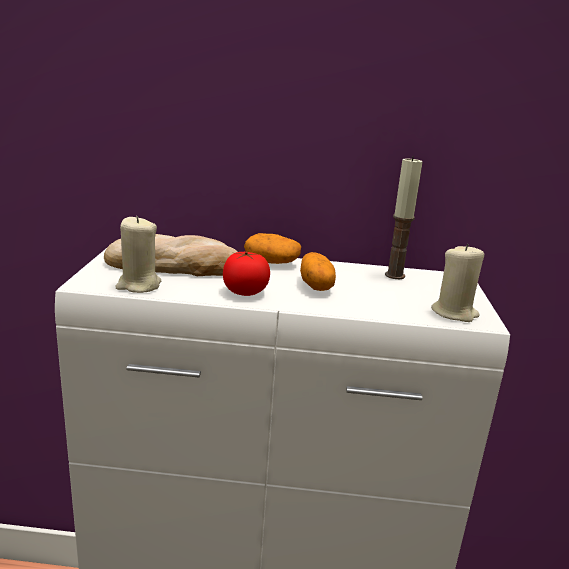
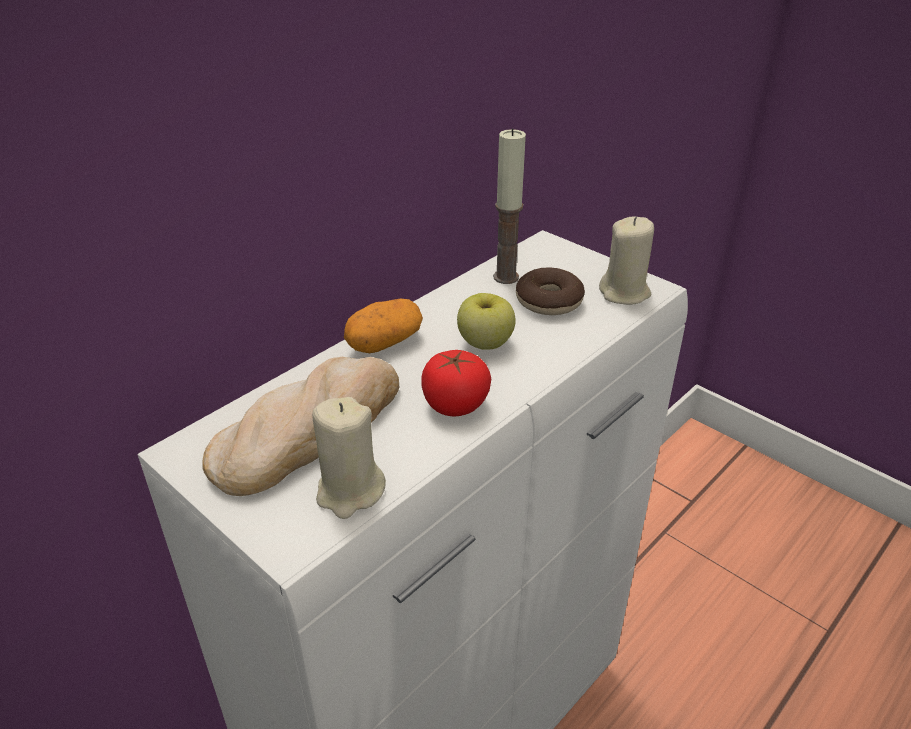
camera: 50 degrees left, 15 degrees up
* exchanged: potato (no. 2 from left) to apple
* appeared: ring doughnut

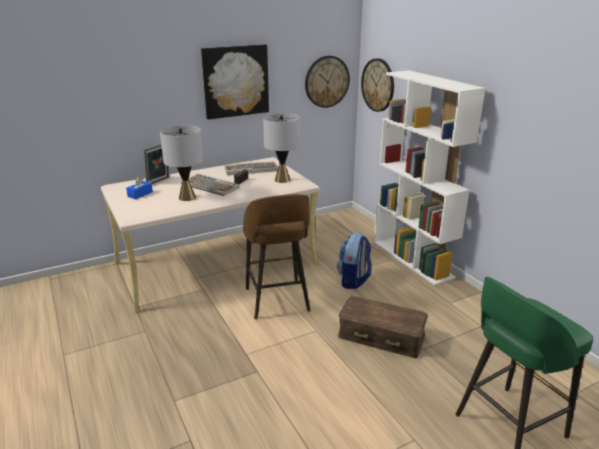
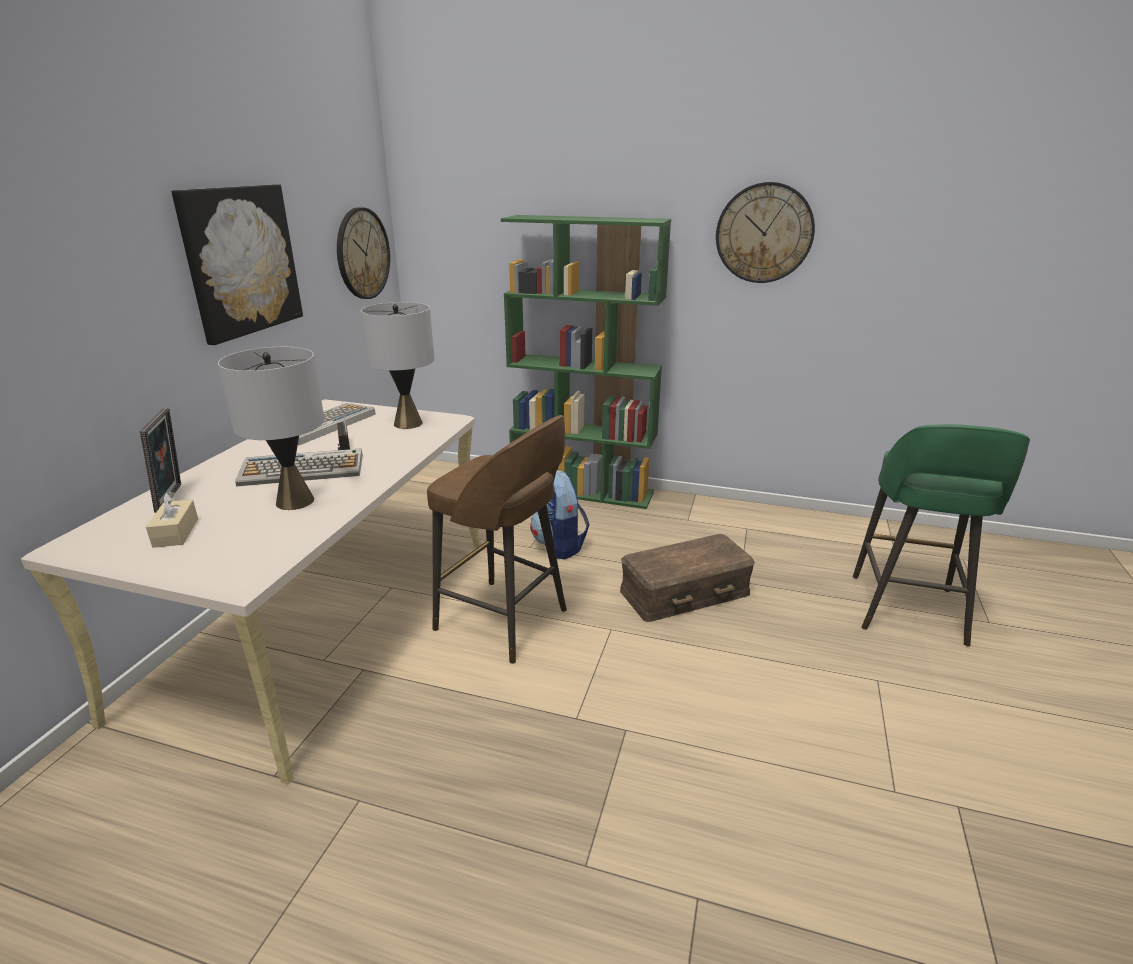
camera: 45 degrees left, 0 degrees up
* colour: blue box of tissues to beige box of tissues
* colour: white-coloured shelving unit to greenish shelving unit
* relocated: wall clock (no. 2 from left)

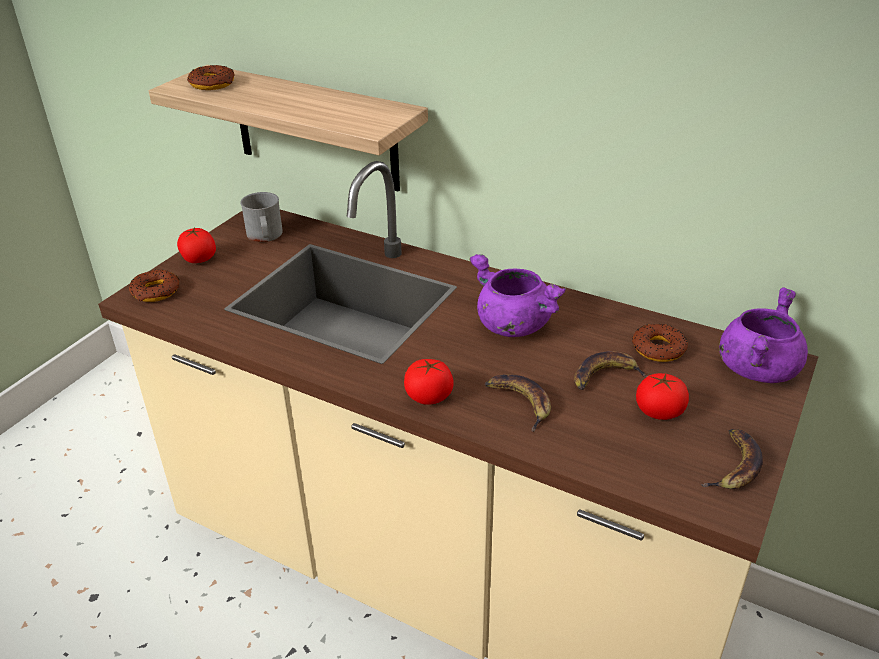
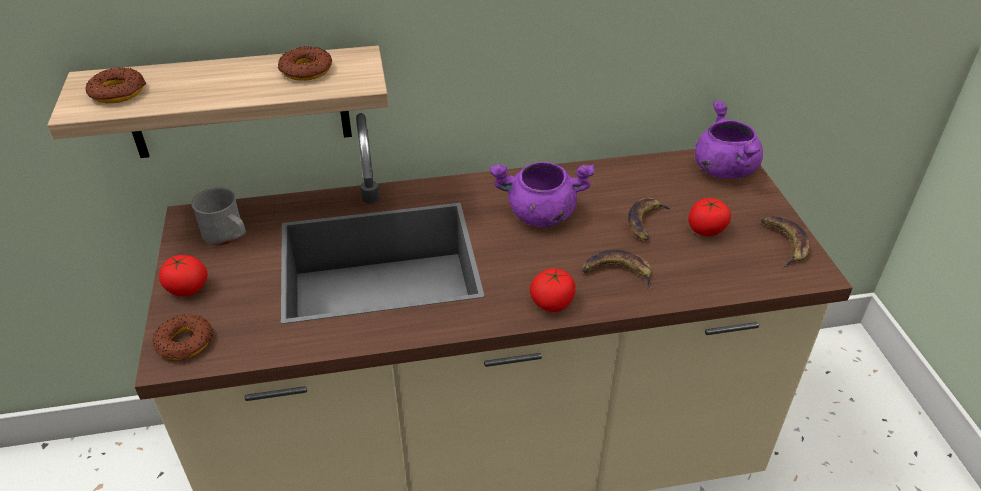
camera: 40 degrees left, 5 degrees up
* relocated: ring doughnut (no. 3 from left)

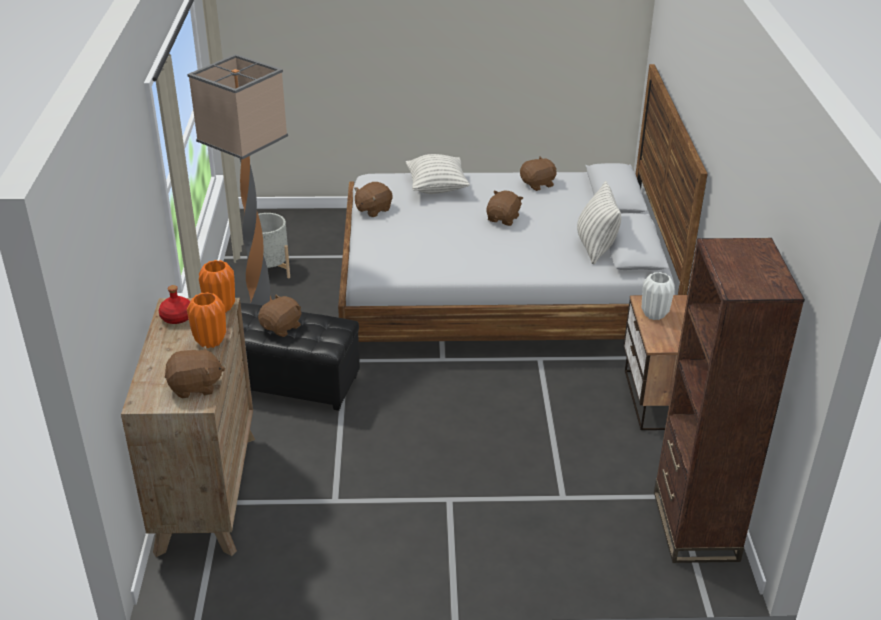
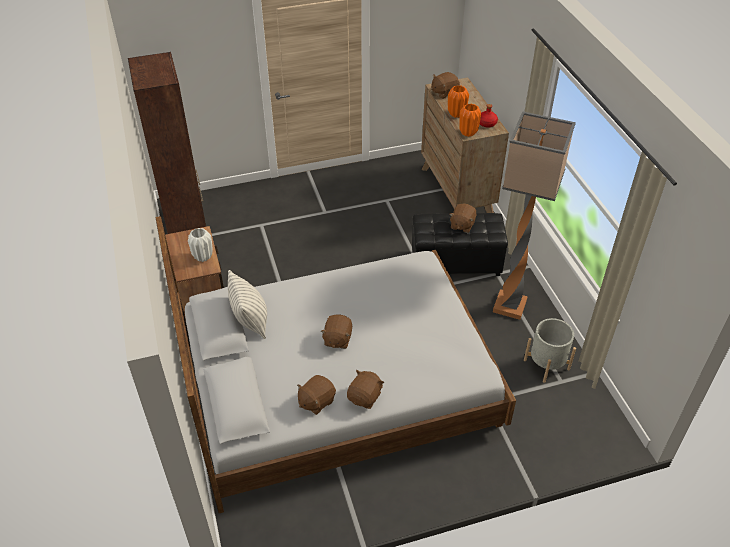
camera: 165 degrees right, 10 degrees up
* relocated: brownish soft toy (no. 3 from left)
* missing: throw pillow (no. 1 from left)

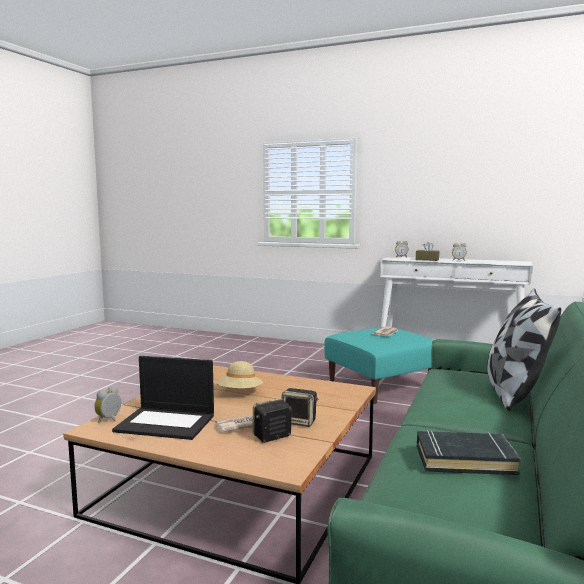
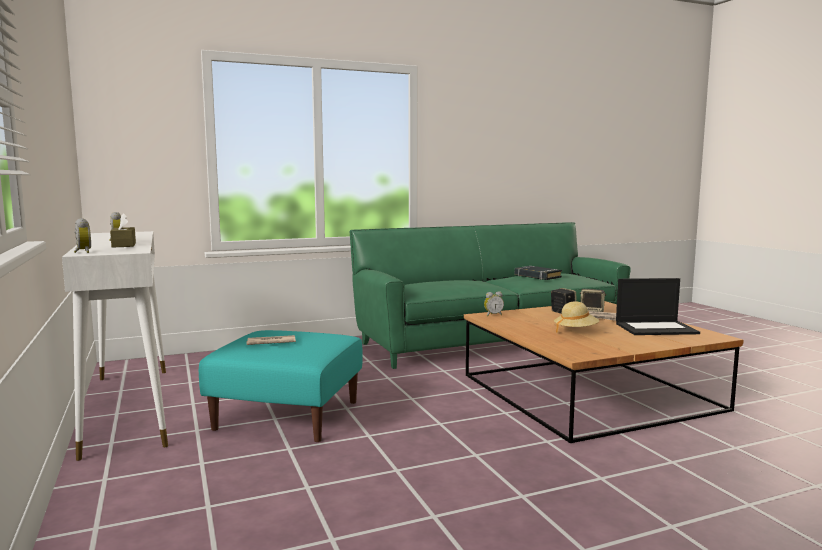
camera: 135 degrees left, 0 degrees up
* relocated: bedside clock (no. 1 from left in the first image) to bedside clock (no. 3 from left)
* spun: laptop 120 degrees clockwise
* missing: throw pillow

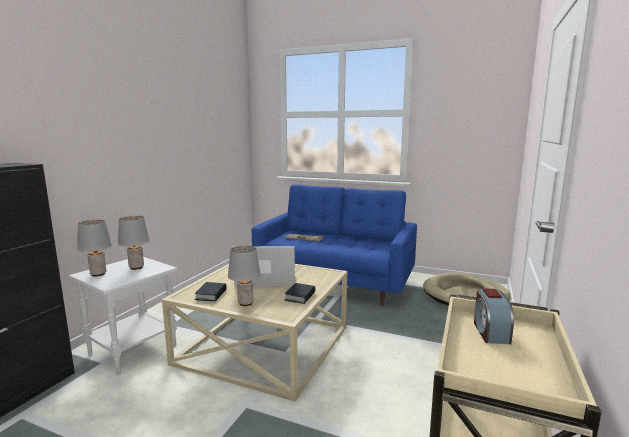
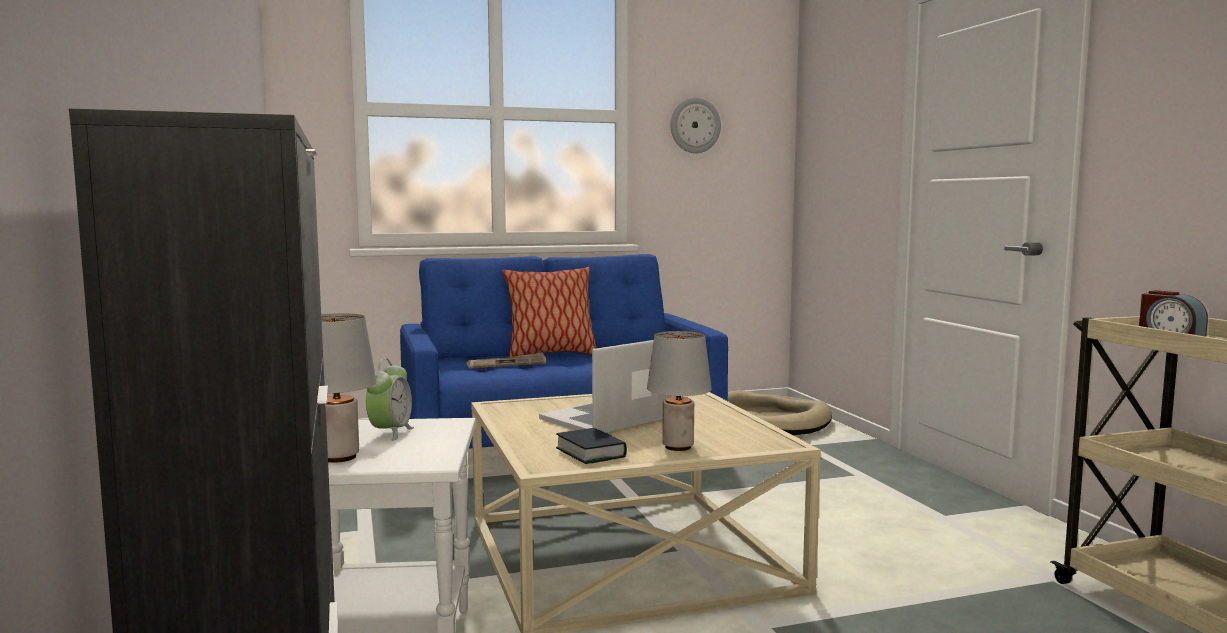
camera: 40 degrees left, 5 degrees down
* exchanged: gray table lamp (no. 2 from left) to bedside clock (no. 1 from left)
* appeared: throw pillow
* appeared: wall clock
* missing: book (no. 2 from left)

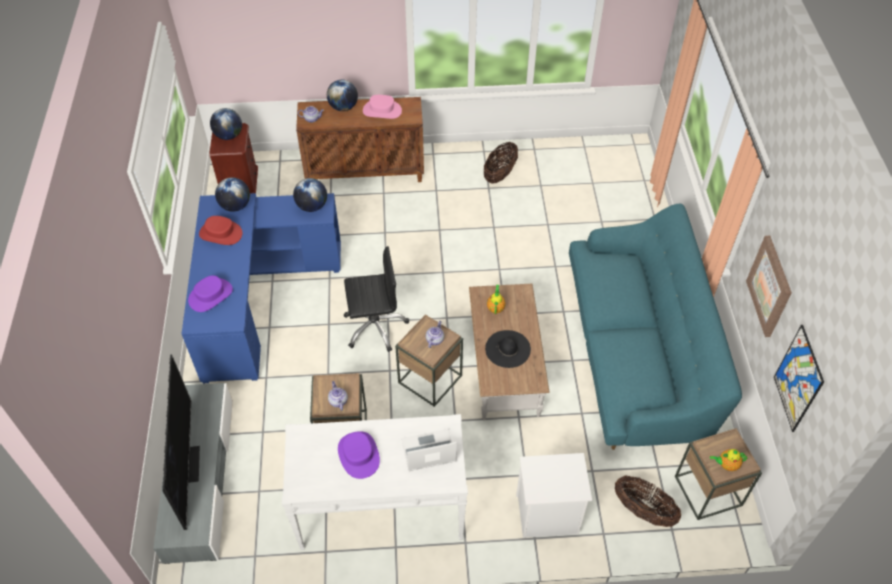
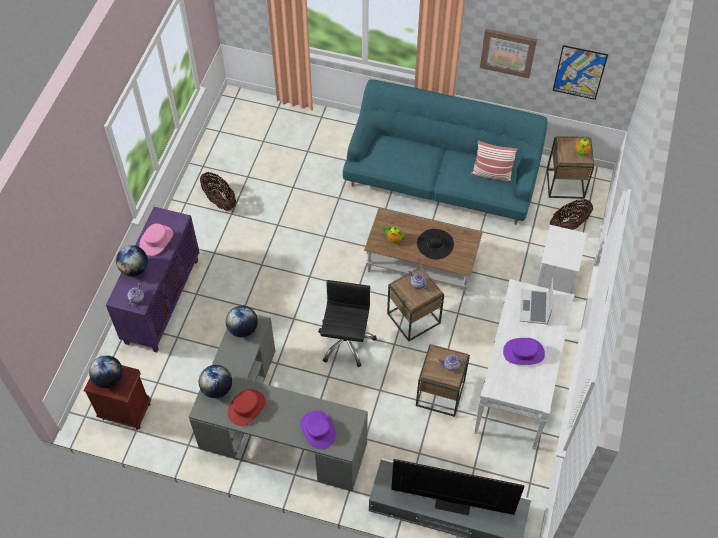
camera: 70 degrees left, 5 degrees up
* colour: brownish storage cabinet to purple storage cabinet
* colour: blue desk to gray desk
* appeared: throw pillow

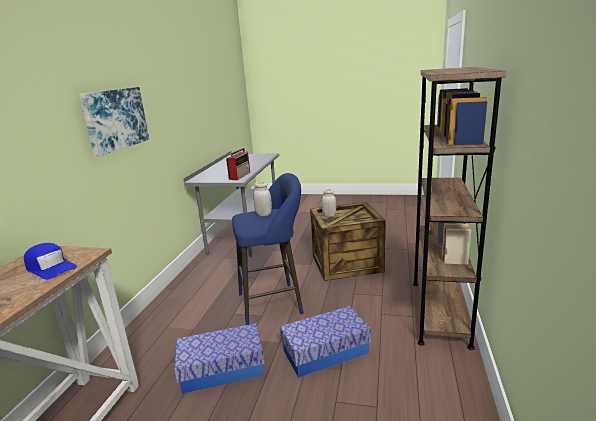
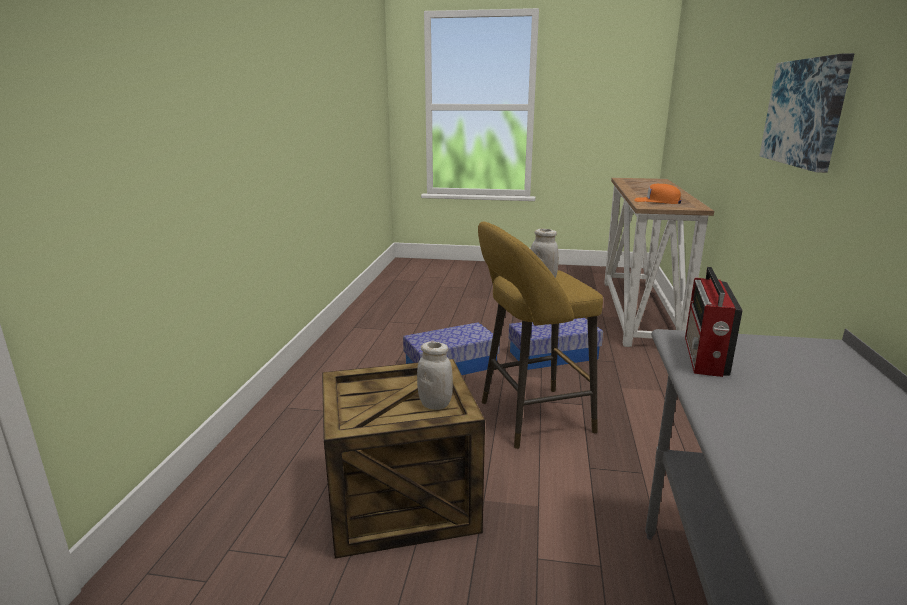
camera: 175 degrees right, 0 degrees up
* colour: blue sitting stool to yellowish sitting stool
* colour: blue cap to orange cap
* missing: brownish shelving unit

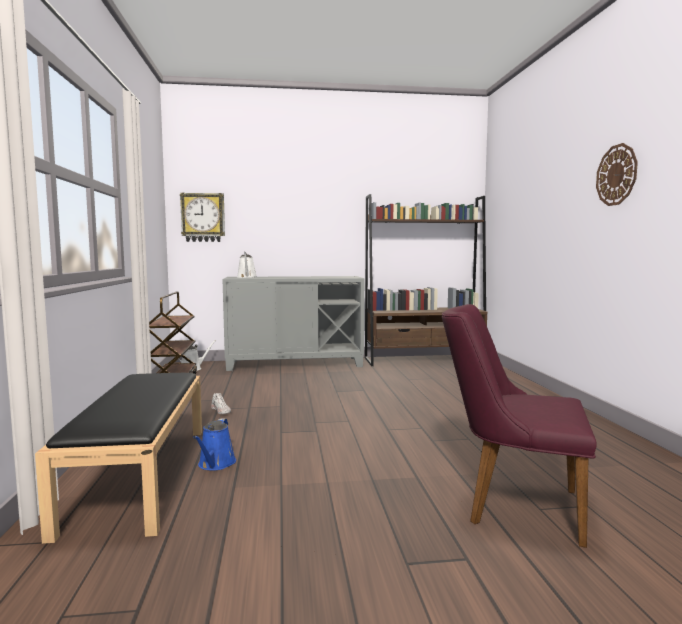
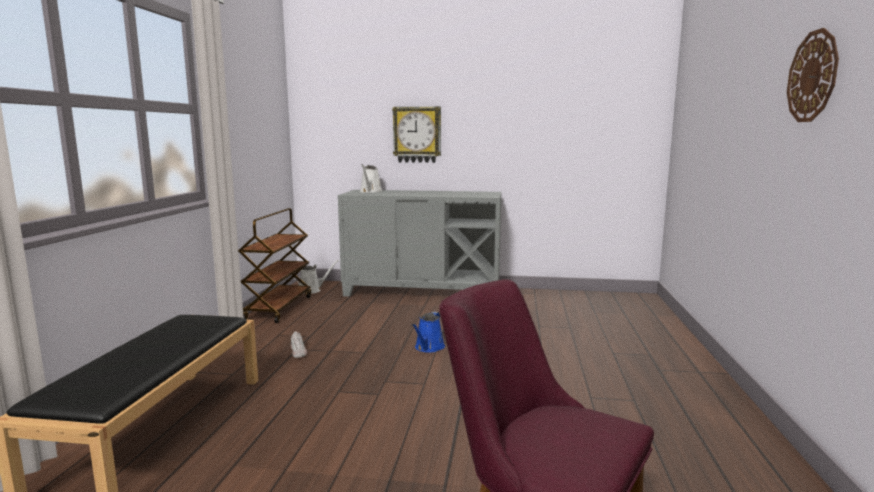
camera: 15 degrees right, 5 degrees up
* relocated: wall clock (no. 1 from left)
* relocated: blue watering pot
* missing: brownish shelving unit

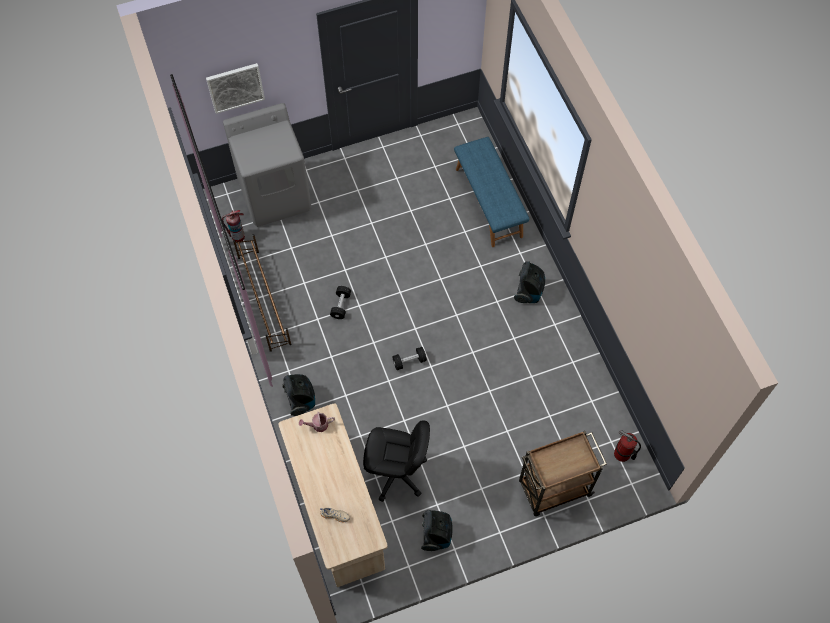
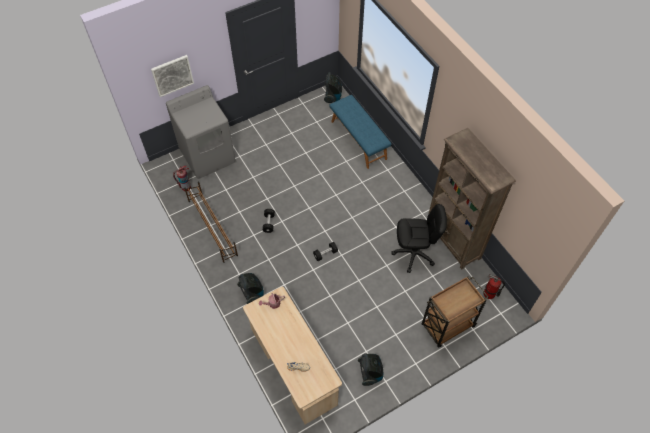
camera: 10 degrees left, 5 degrees down
* relocated: vacuum cleaner (no. 3 from left in the first image) to vacuum cleaner (no. 2 from left)
* relocated: black desk chair
* appeared: brownish shelving unit

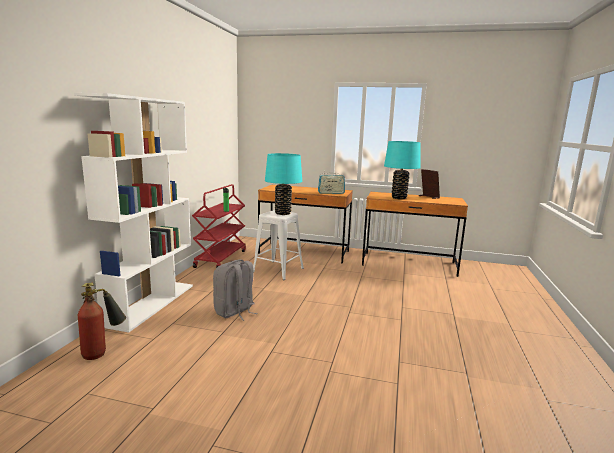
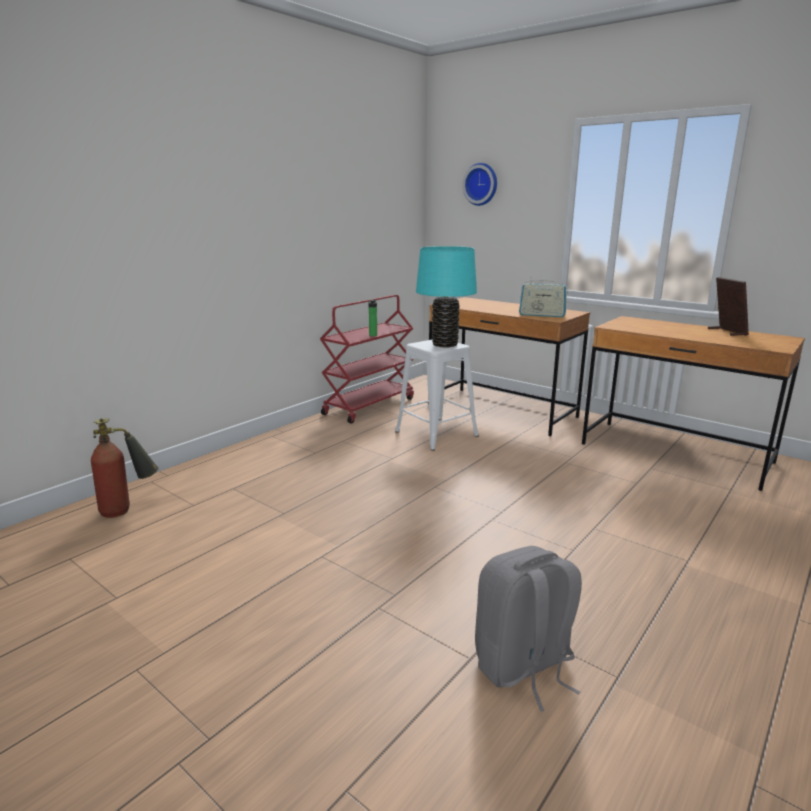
camera: 25 degrees right, 5 degrees up
* appeared: wall clock
* relocated: gray rucksack
* missing: white-coloured shelving unit
* missing: blue-green table lamp (no. 2 from left)

